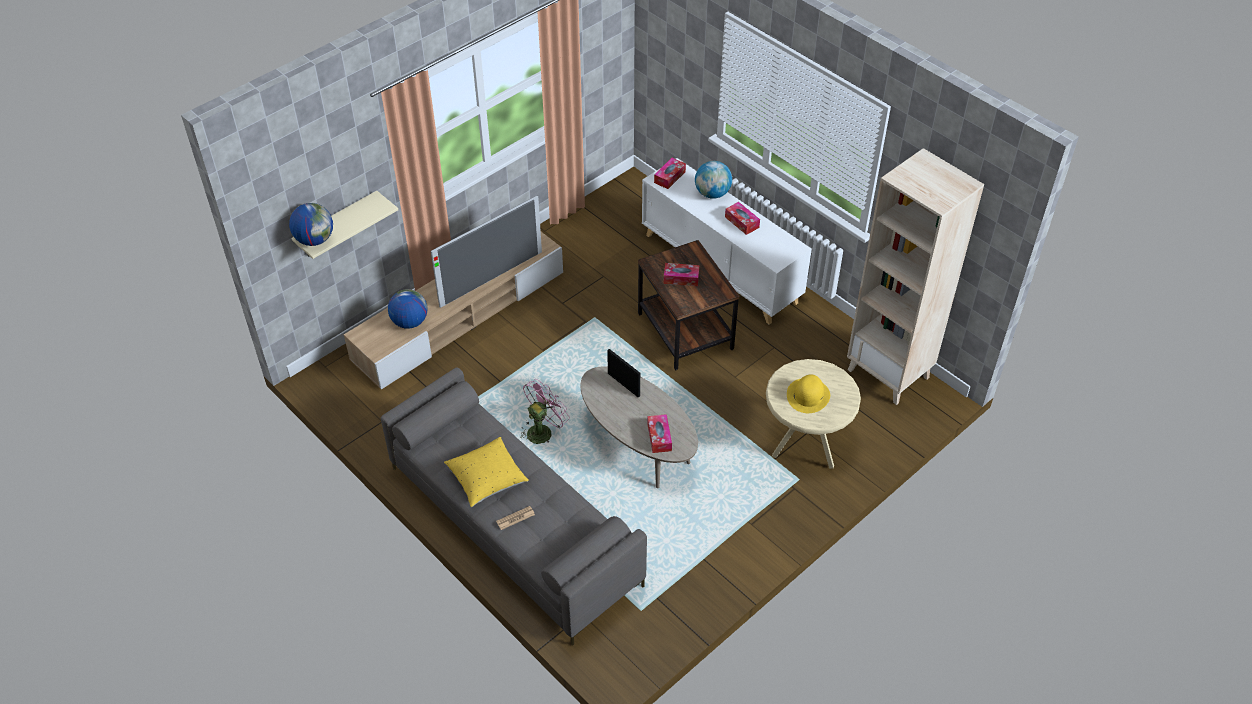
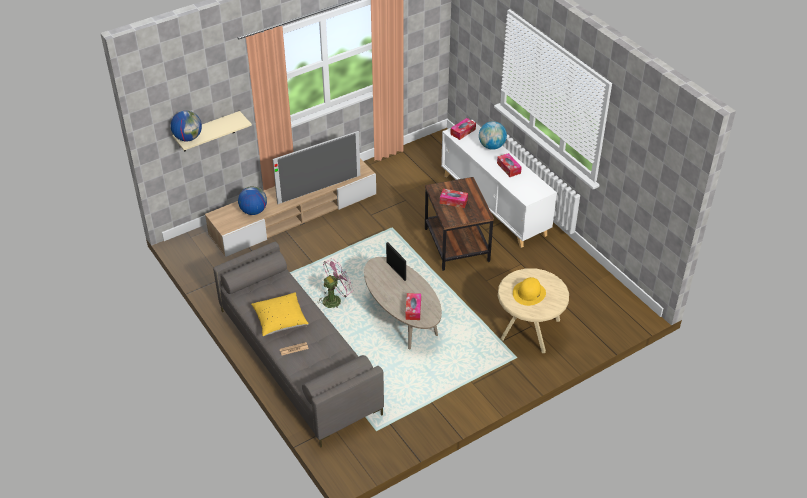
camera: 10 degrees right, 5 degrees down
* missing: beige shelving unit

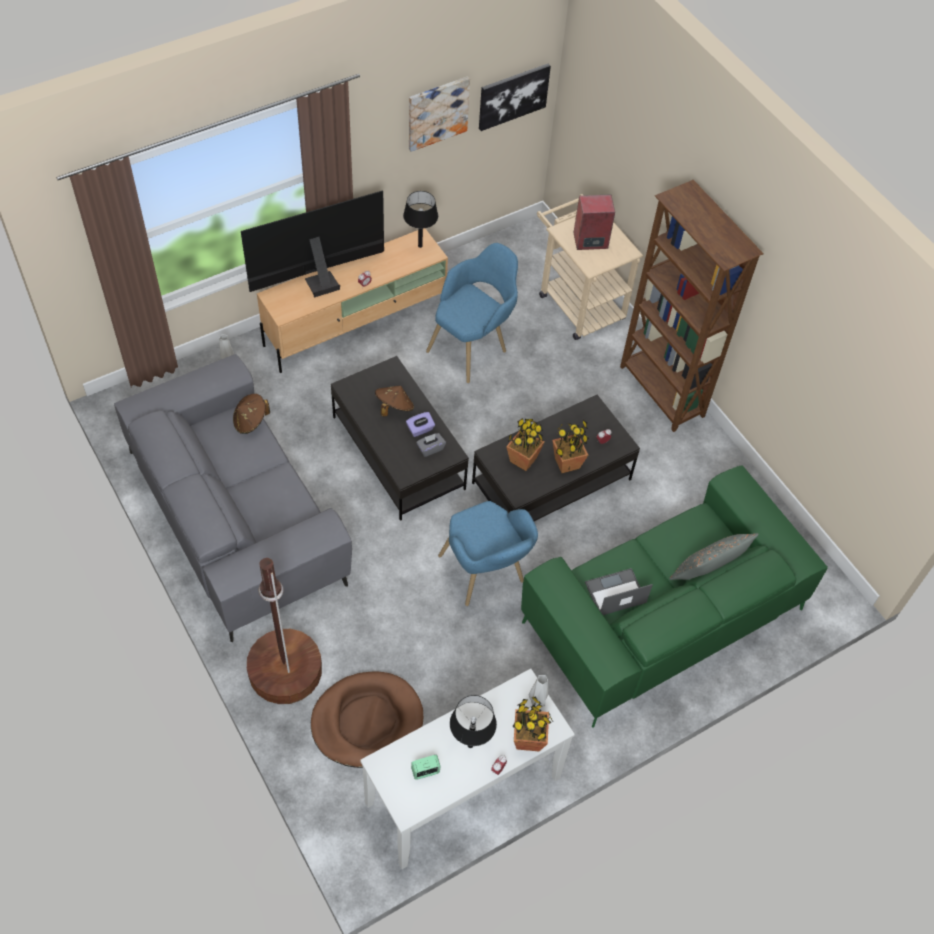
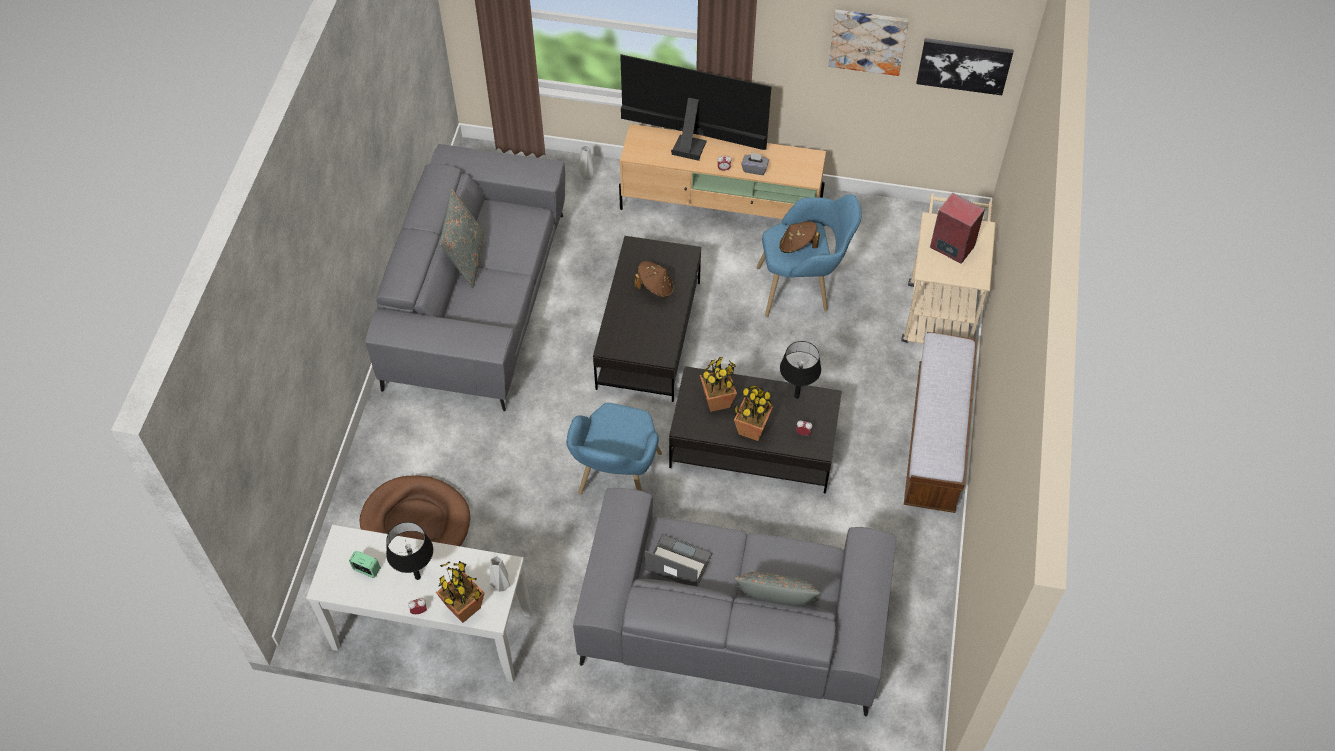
camera: 45 degrees right, 0 degrees up
* appeared: gray throw pillow (no. 1 from left)
* colour: greenish settee to gray settee (no. 2 from left)
* relocated: gray box of tissues
* relocated: brownish clothing hat (no. 1 from left in the first image) to brownish clothing hat (no. 2 from left)
* relocated: black table lamp (no. 1 from left in the first image) to black table lamp (no. 2 from left)
* exchanged: brownish shelving unit to indoor bench
* missing: brownish floor lamp
* missing: purple box of tissues

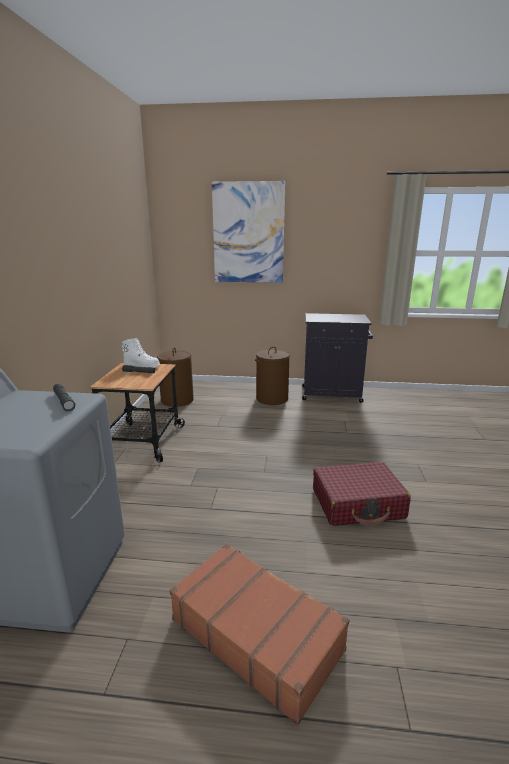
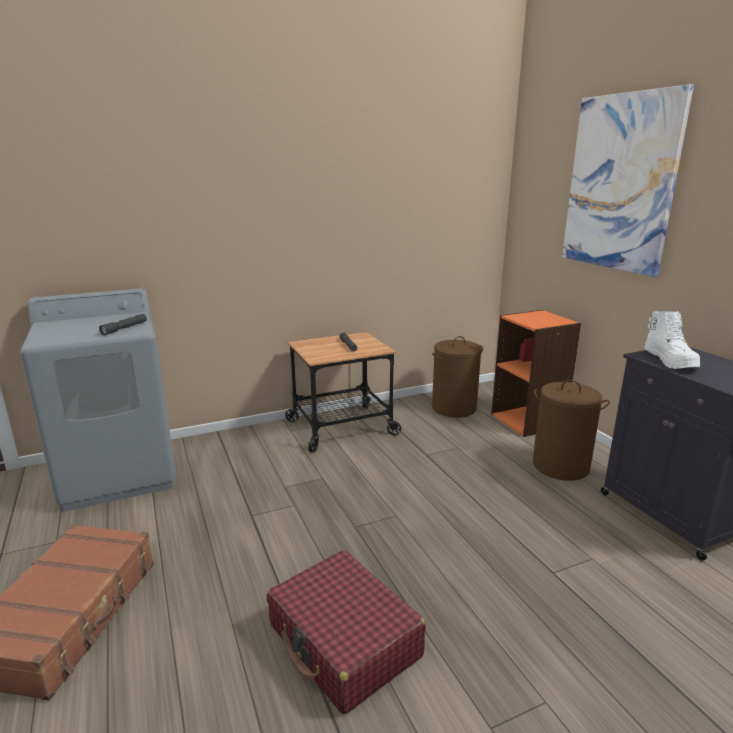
camera: 60 degrees right, 0 degrees up
* appeared: orange shelving unit
* relocated: white-coloured tall boot

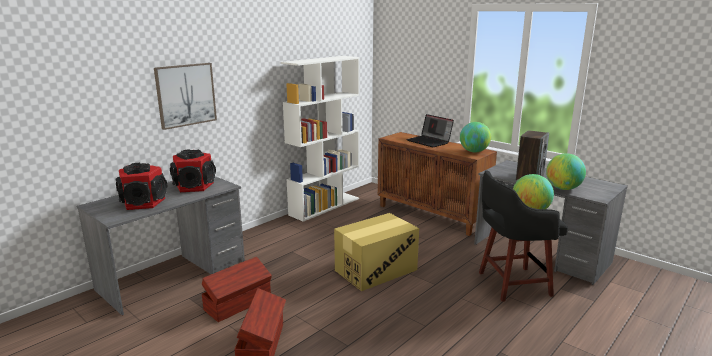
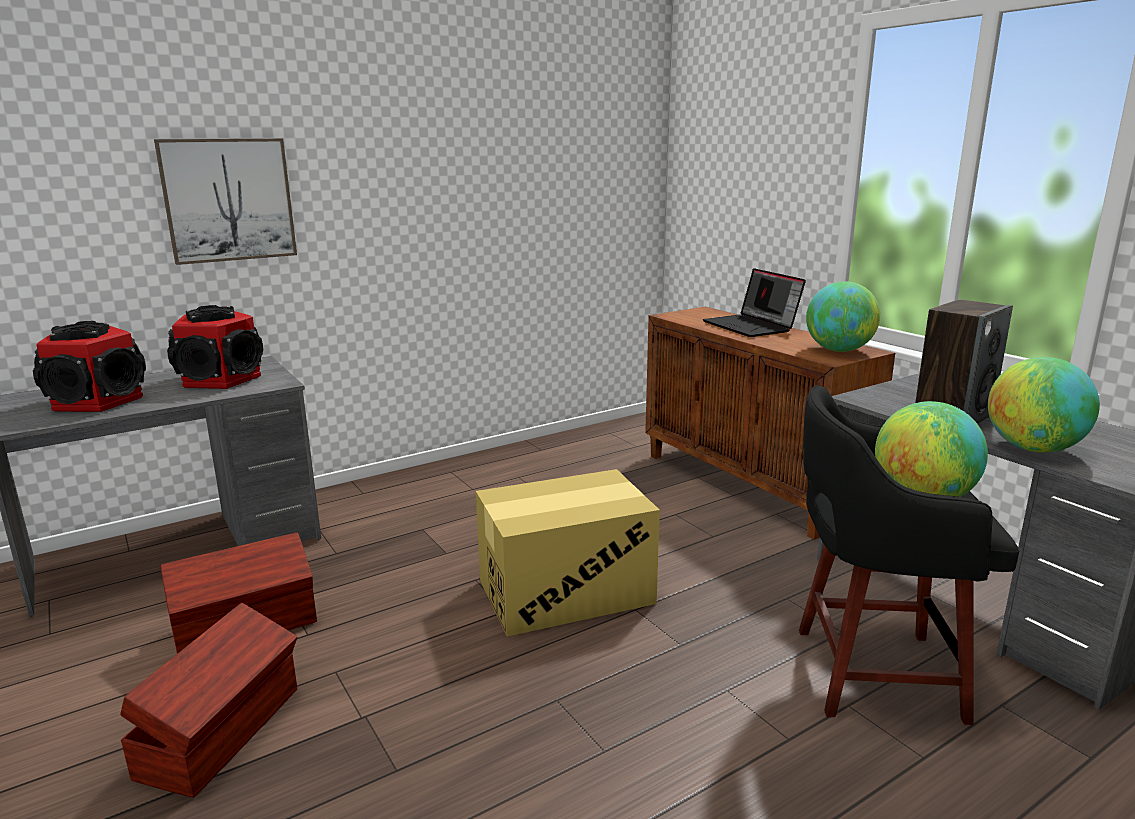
camera: 15 degrees right, 0 degrees up
* missing: white-coloured shelving unit

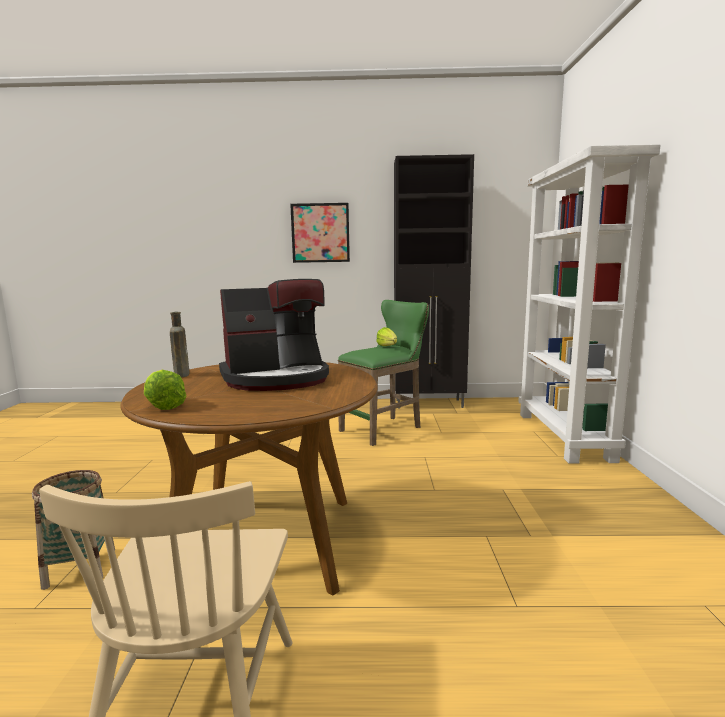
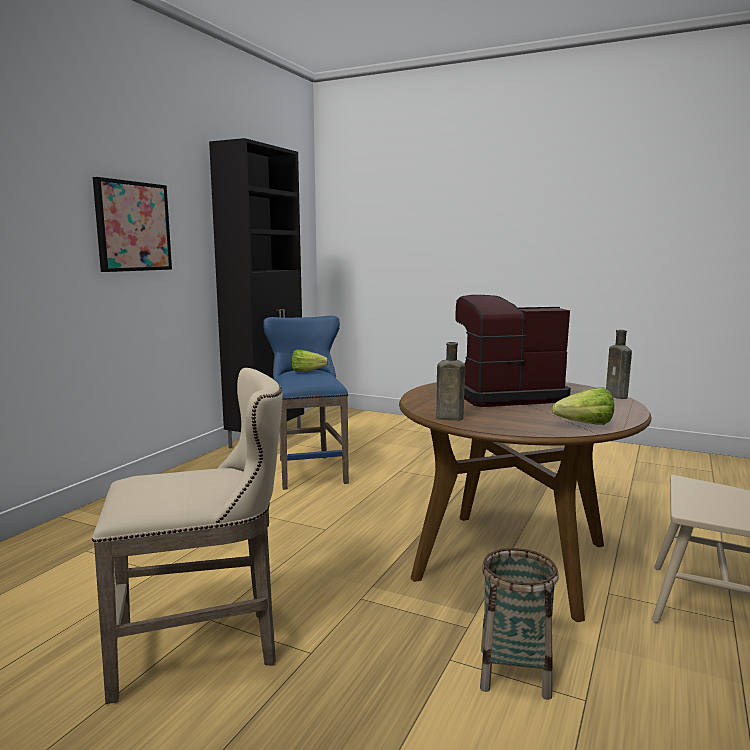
camera: 65 degrees left, 0 degrees up
* appeared: beige sitting stool
* colour: greenish sitting stool to blue sitting stool
* spun: coffee maker 105 degrees counterclockwise
* appeared: brownish beverage bottle (no. 2 from left)
* missing: white-coloured shelving unit

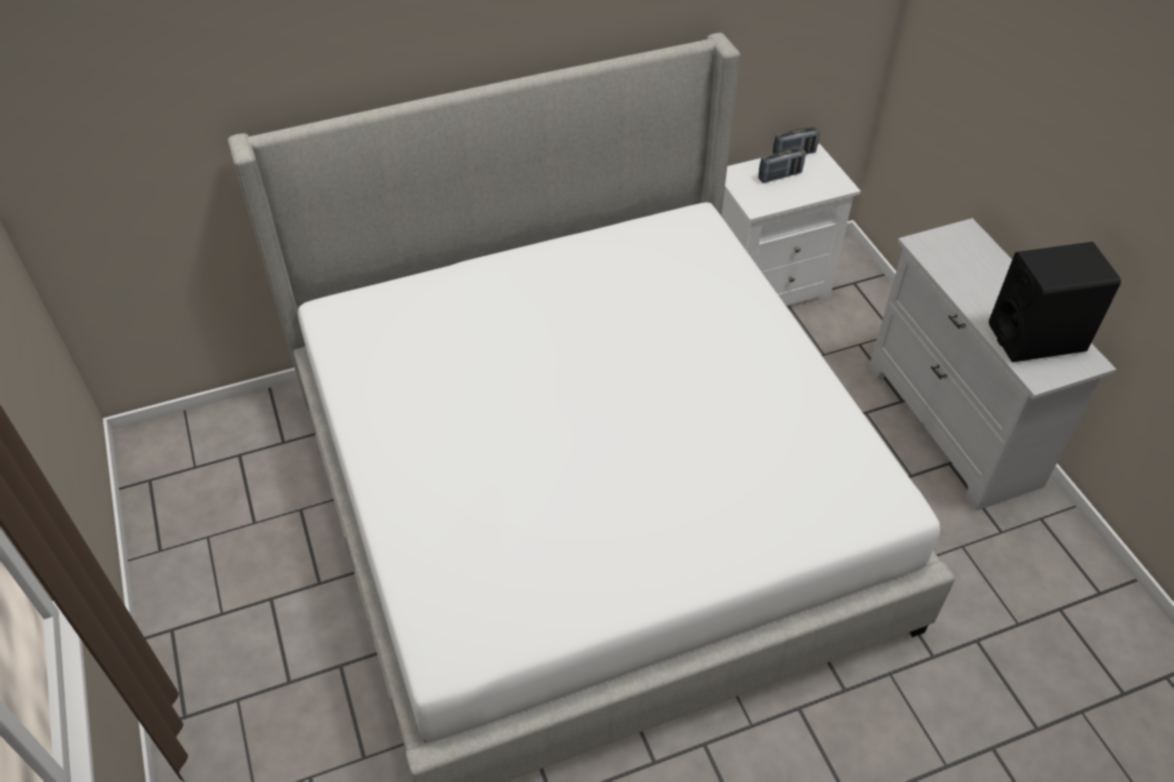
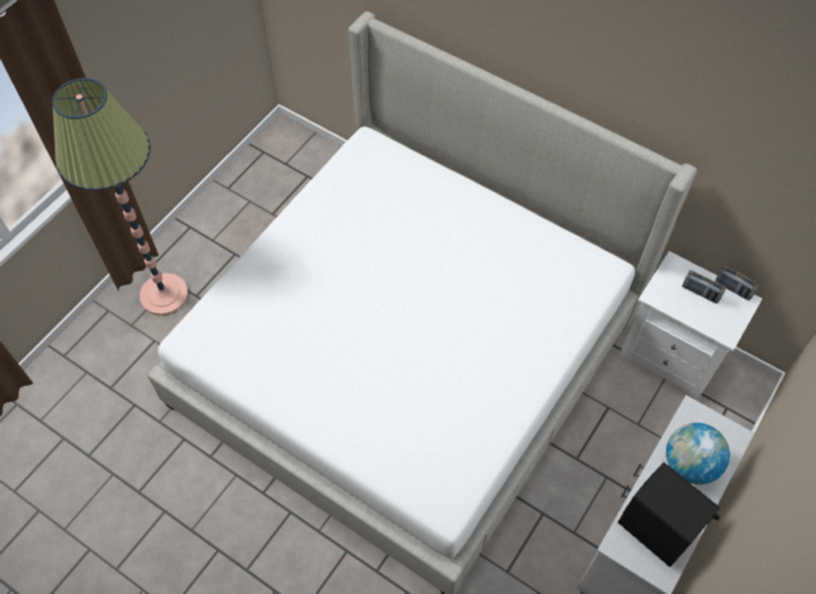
camera: 55 degrees right, 10 degrees up
* appeared: floor lamp
* appeared: desk globe

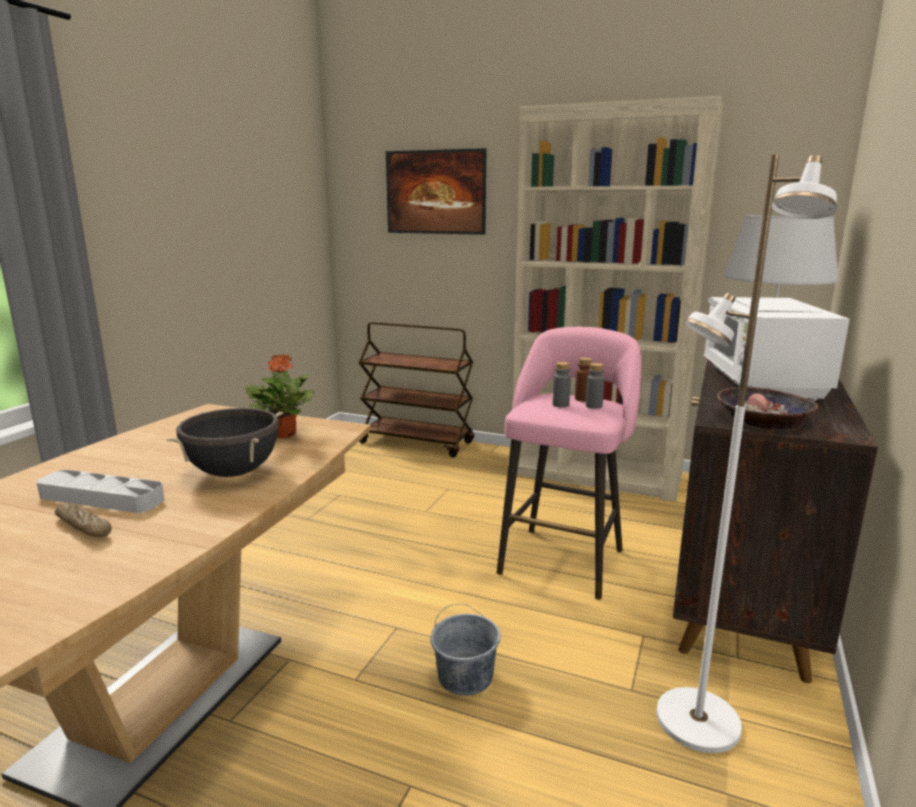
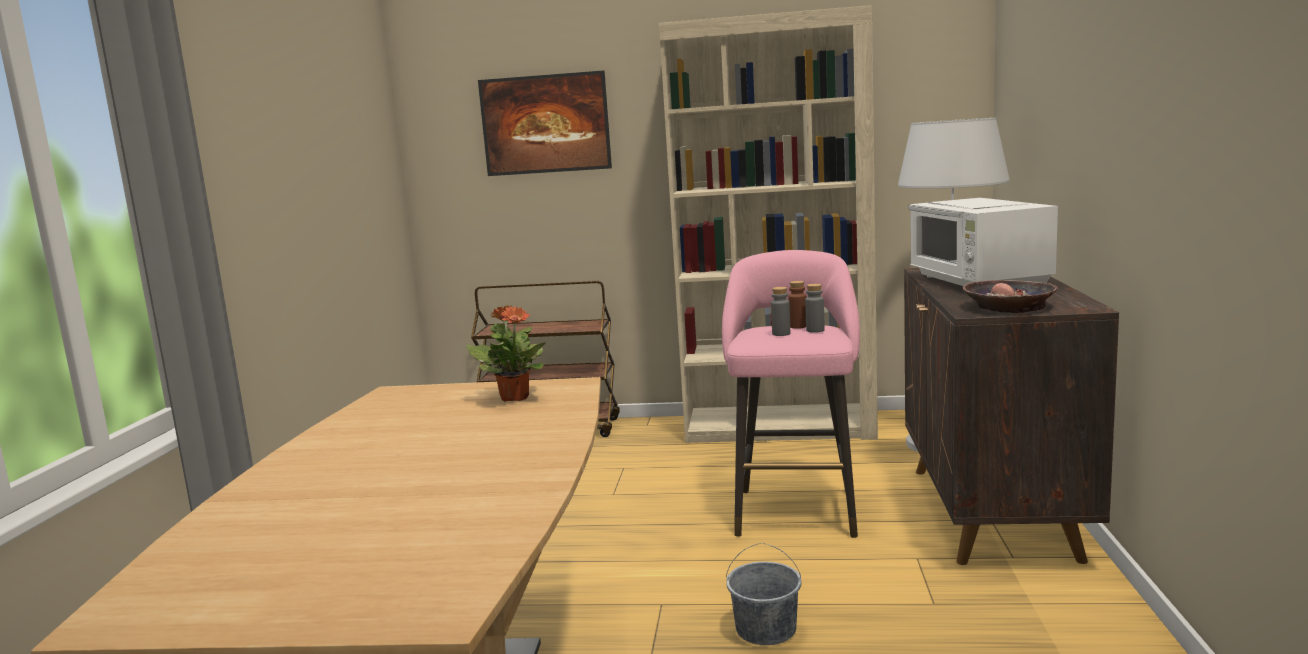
camera: 15 degrees left, 5 degrees down
* missing: gray tray
* missing: bread
* missing: black stockpot
* missing: white-coloured floor lamp (no. 1 from left)

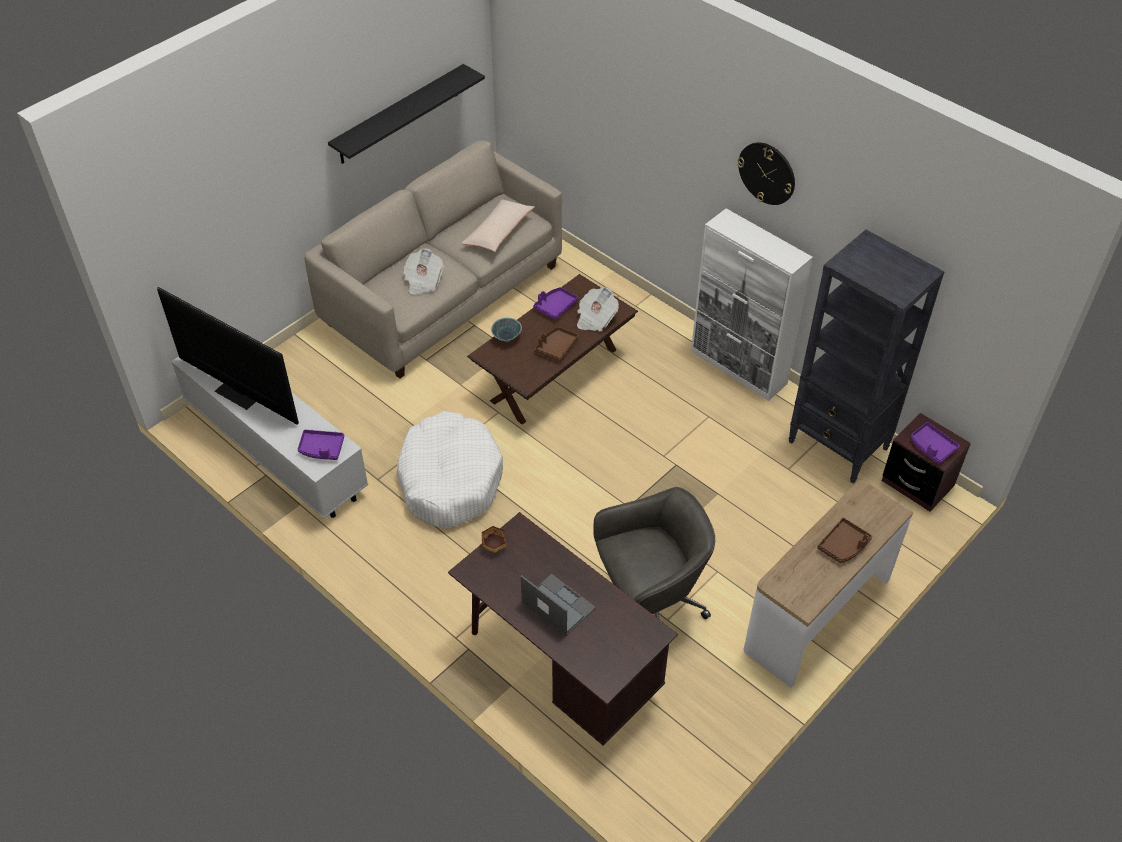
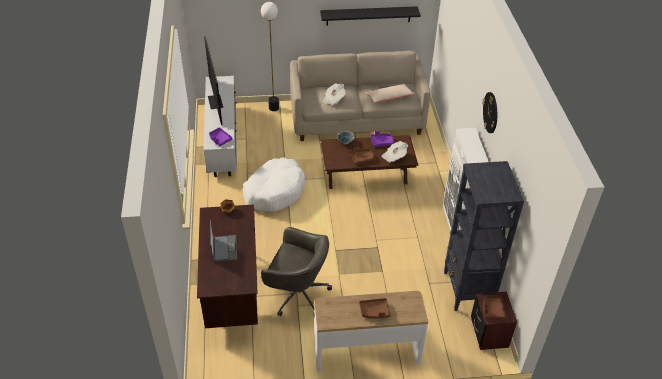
camera: 40 degrees right, 5 degrees down
* appeared: floor lamp
* colour: purple tray (no. 3 from left) to brownish tray (no. 3 from left)

